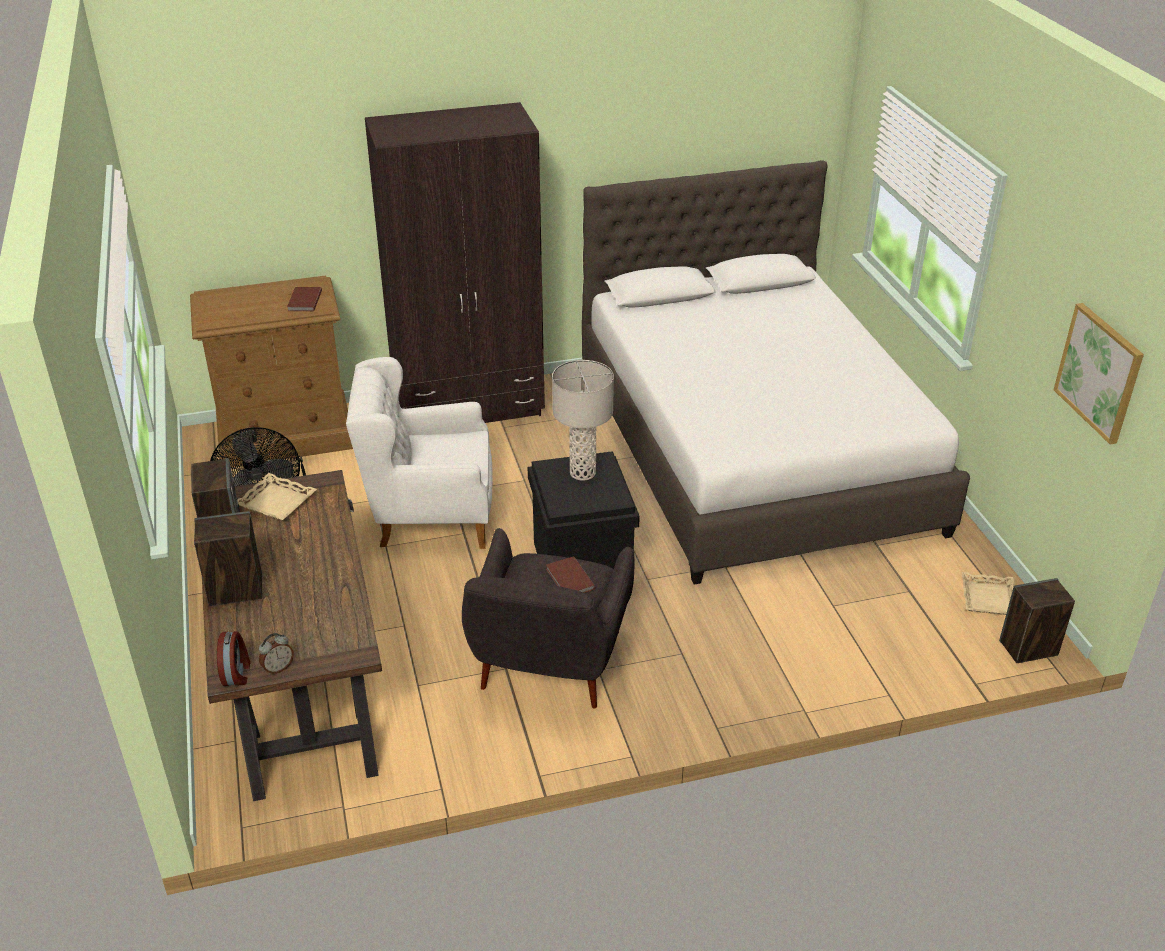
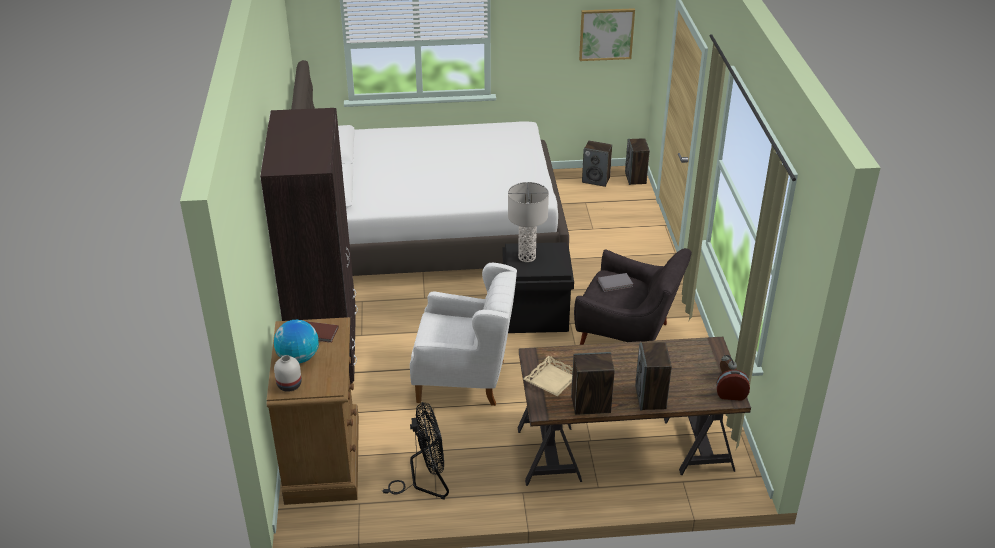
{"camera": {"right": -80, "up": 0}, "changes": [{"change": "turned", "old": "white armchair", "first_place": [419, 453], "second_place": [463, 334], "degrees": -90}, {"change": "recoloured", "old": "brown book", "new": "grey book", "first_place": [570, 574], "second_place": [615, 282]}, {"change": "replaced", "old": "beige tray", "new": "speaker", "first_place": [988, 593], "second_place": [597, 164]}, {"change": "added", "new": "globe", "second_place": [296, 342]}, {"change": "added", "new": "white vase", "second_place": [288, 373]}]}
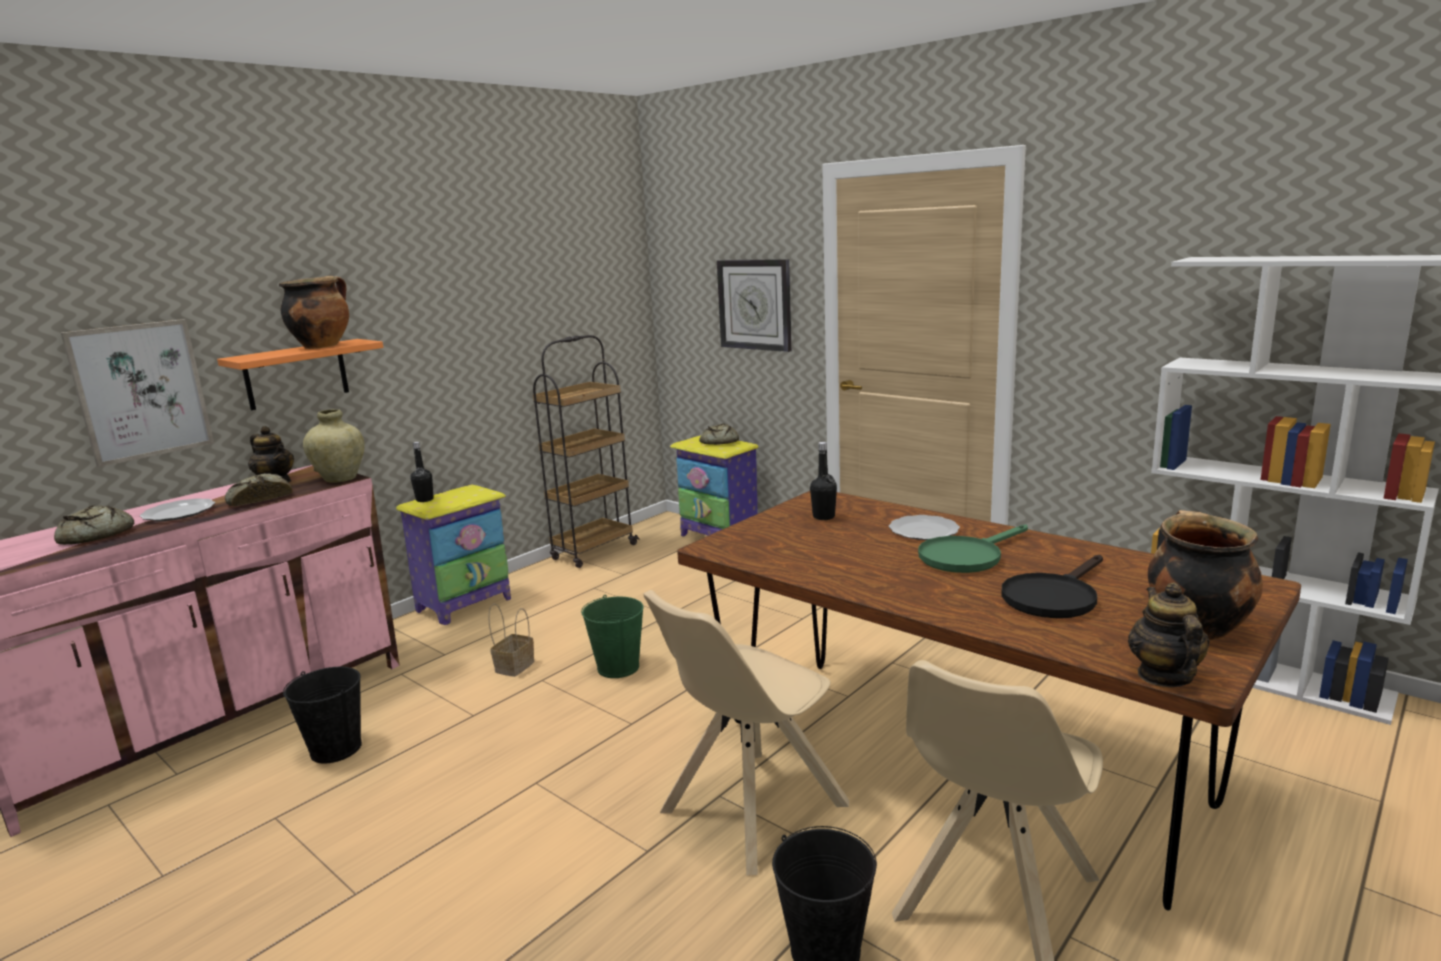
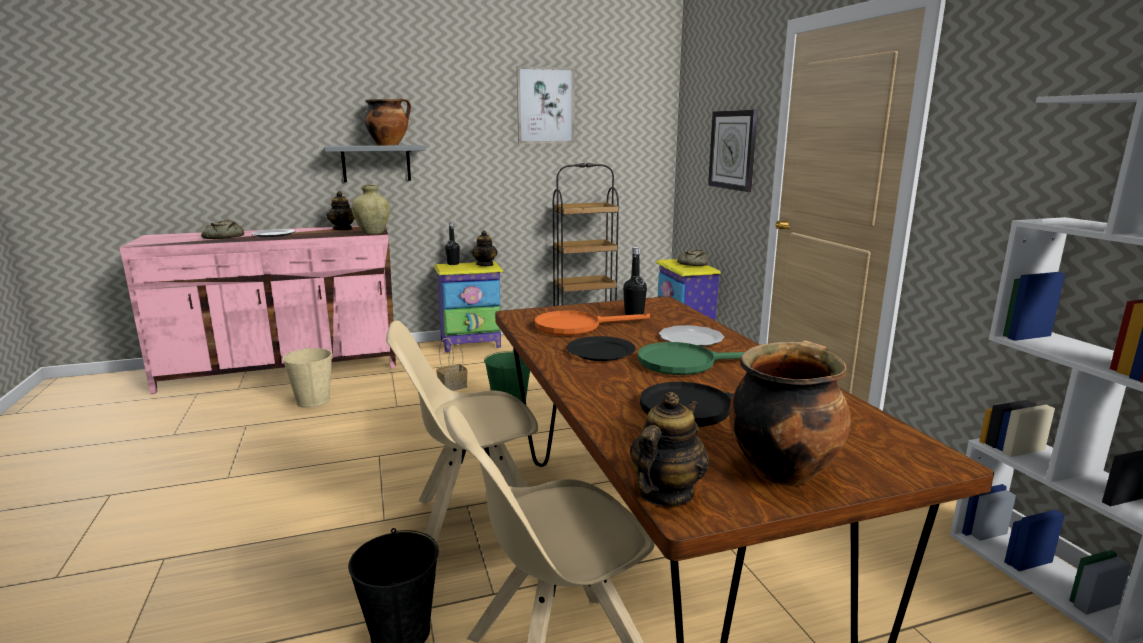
{"camera": {"right": 30, "up": 0}, "changes": [{"change": "moved", "old": "picture", "first_place": [137, 393], "second_place": [545, 105]}, {"change": "recoloured", "old": "orange shelf", "new": "grey shelf", "first_place": [300, 374], "second_place": [375, 163]}, {"change": "removed", "old": "bread", "first_place": [258, 489]}, {"change": "recoloured", "old": "black bucket", "new": "beige bucket", "first_place": [322, 715], "second_place": [307, 377]}, {"change": "added", "new": "teapot", "second_place": [484, 248]}, {"change": "added", "new": "orange frying pan", "second_place": [592, 323]}, {"change": "added", "new": "black plate", "second_place": [601, 348]}]}
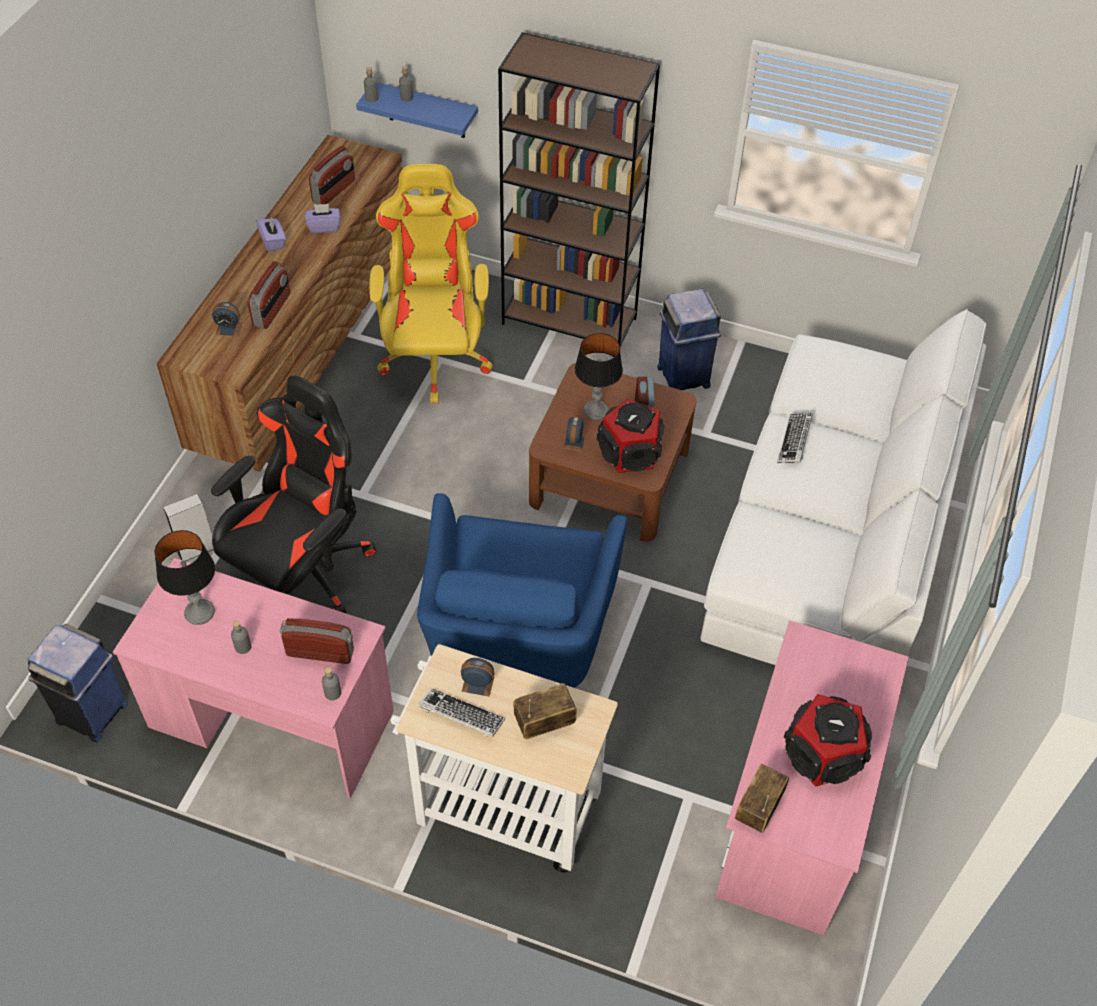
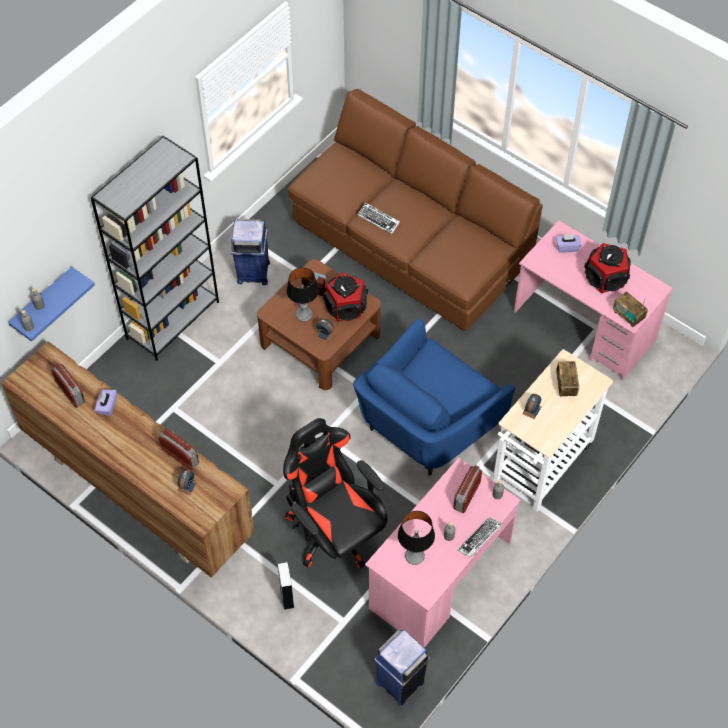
{"camera": {"right": -70, "up": 5}, "changes": [{"change": "recoloured", "old": "brown bookcase", "new": "grey bookcase", "first_place": [579, 189], "second_place": [154, 248]}, {"change": "removed", "old": "yellow office chair", "first_place": [431, 284]}, {"change": "moved", "old": "purple tissue box", "first_place": [271, 234], "second_place": [569, 243]}, {"change": "recoloured", "old": "white sofa", "new": "brown sofa", "first_place": [843, 487], "second_place": [415, 210]}, {"change": "turned", "old": "blue armchair", "first_place": [522, 590], "second_place": [434, 397], "degrees": 105}, {"change": "moved", "old": "keyboard", "first_place": [461, 712], "second_place": [479, 537]}]}
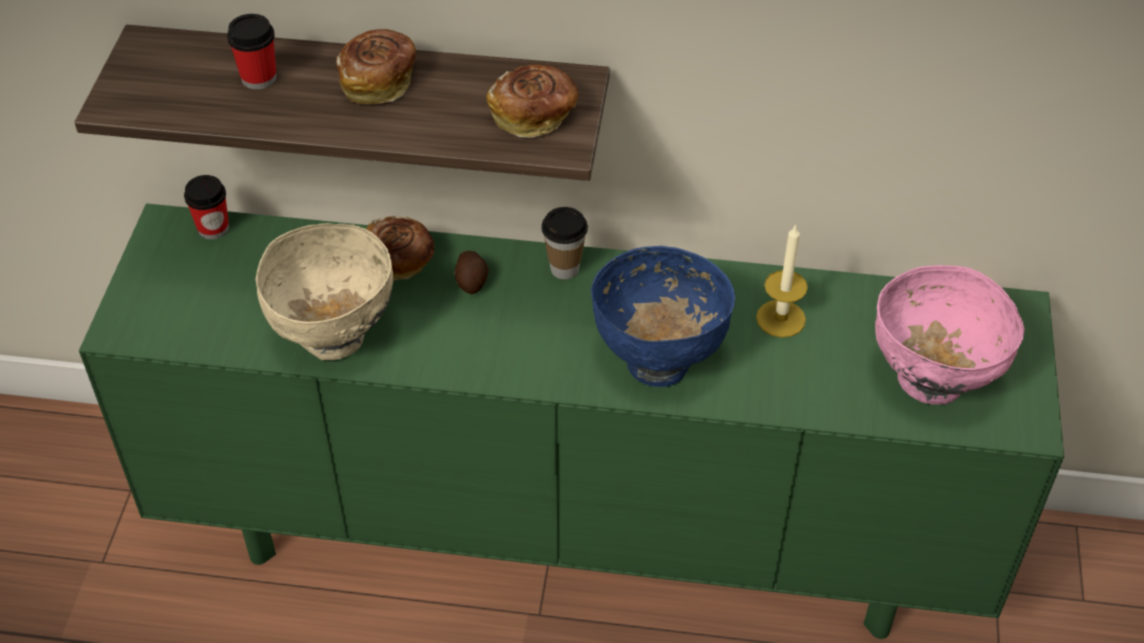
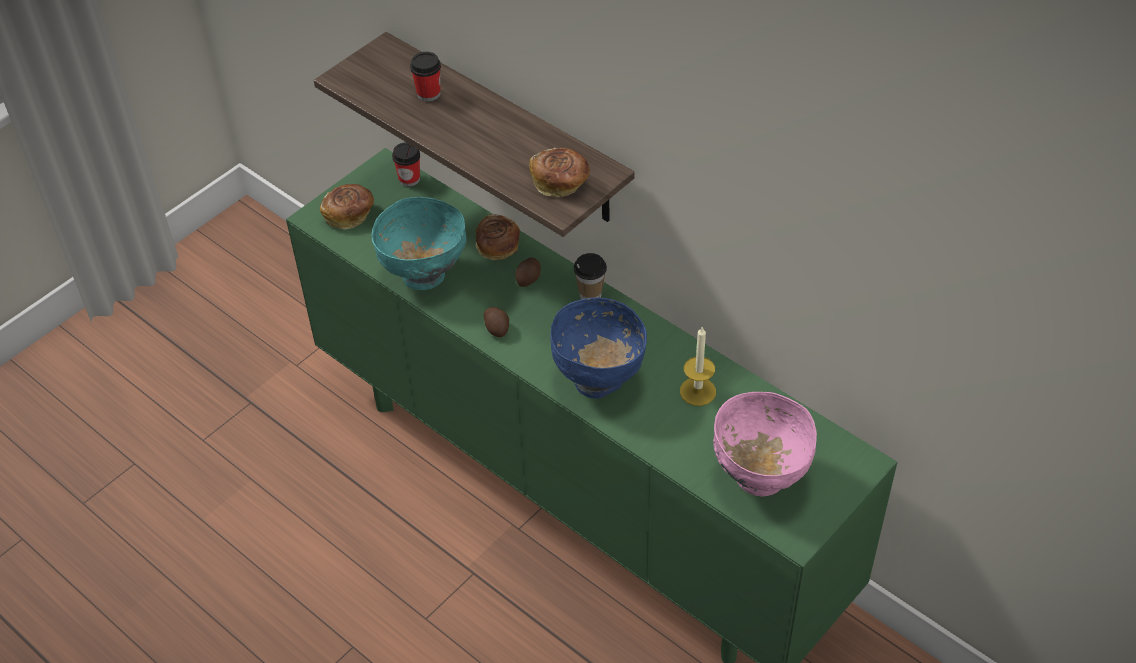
{"camera": {"right": 35, "up": 0}, "changes": [{"change": "moved", "old": "bread", "first_place": [376, 67], "second_place": [347, 206]}, {"change": "recoloured", "old": "beige bowl", "new": "turquoise bowl", "first_place": [324, 291], "second_place": [419, 243]}, {"change": "added", "new": "potato", "second_place": [496, 322]}]}
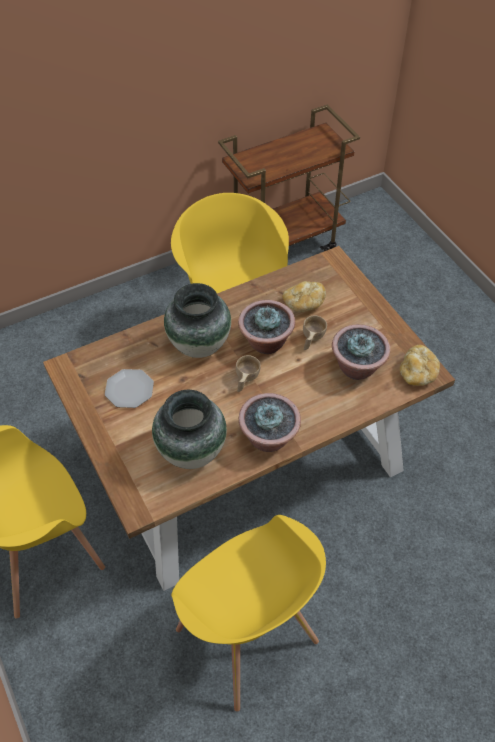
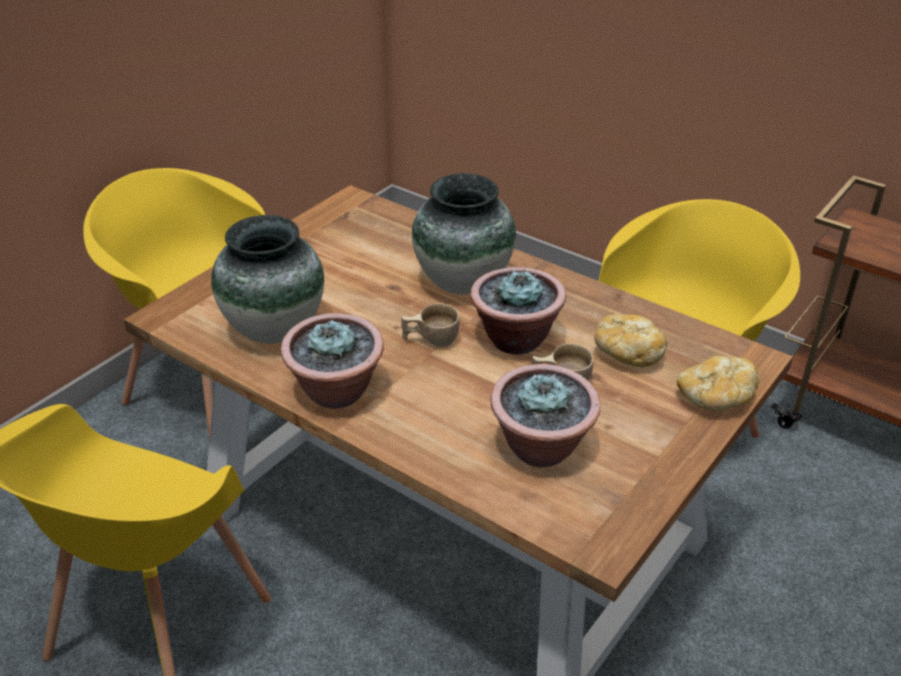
{"camera": {"right": 65, "up": -15}, "changes": [{"change": "moved", "old": "bread", "first_place": [420, 365], "second_place": [718, 383]}, {"change": "removed", "old": "plate", "first_place": [129, 388]}]}
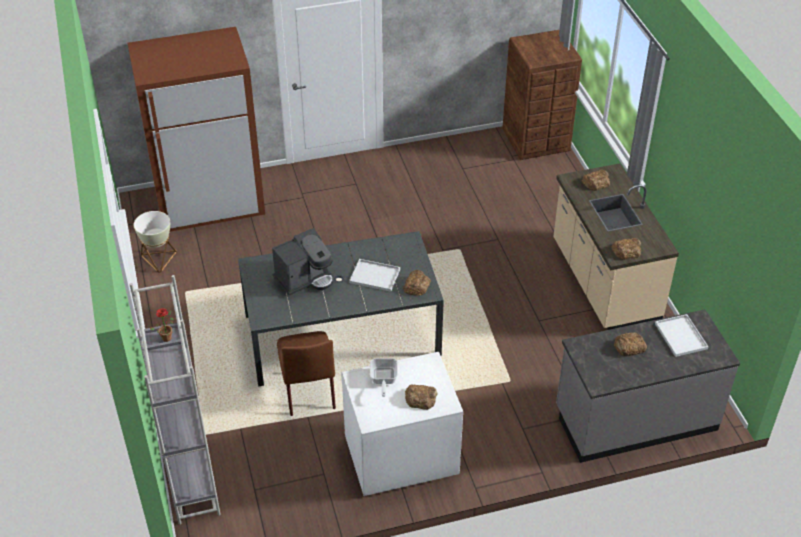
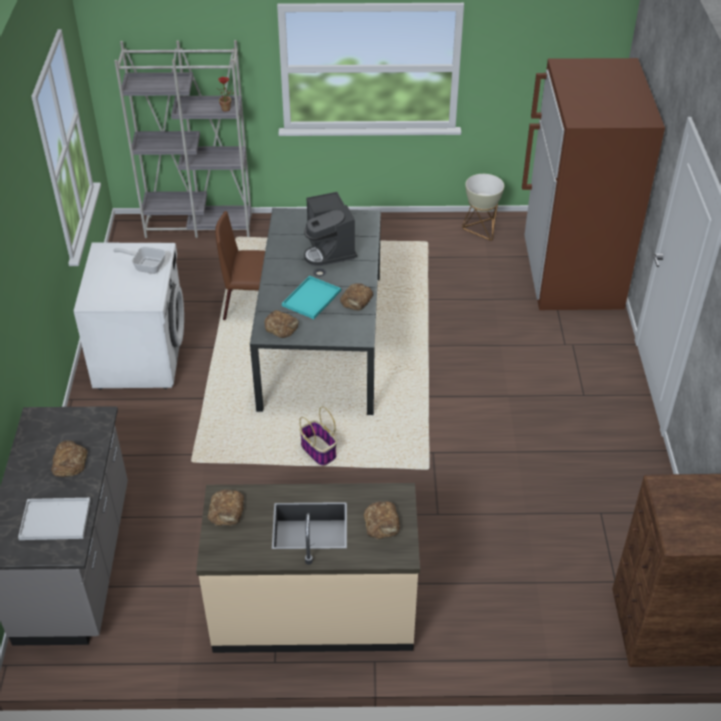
{"camera": {"right": 105, "up": 0}, "changes": [{"change": "recoloured", "old": "white tray", "new": "turquoise tray", "first_place": [374, 275], "second_place": [311, 297]}, {"change": "moved", "old": "bread", "first_place": [421, 397], "second_place": [356, 297]}, {"change": "added", "new": "basket", "second_place": [318, 436]}]}
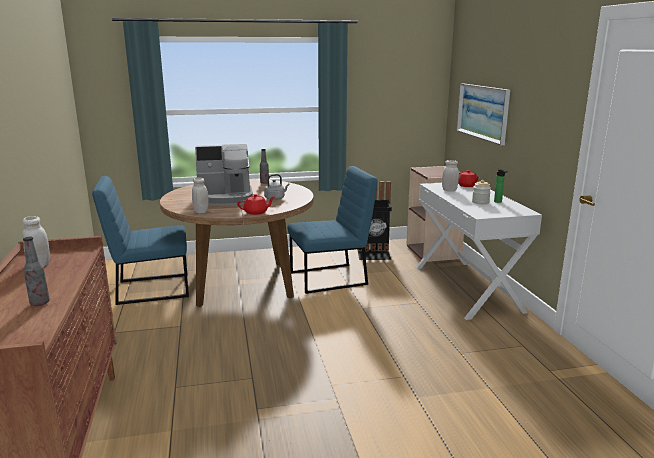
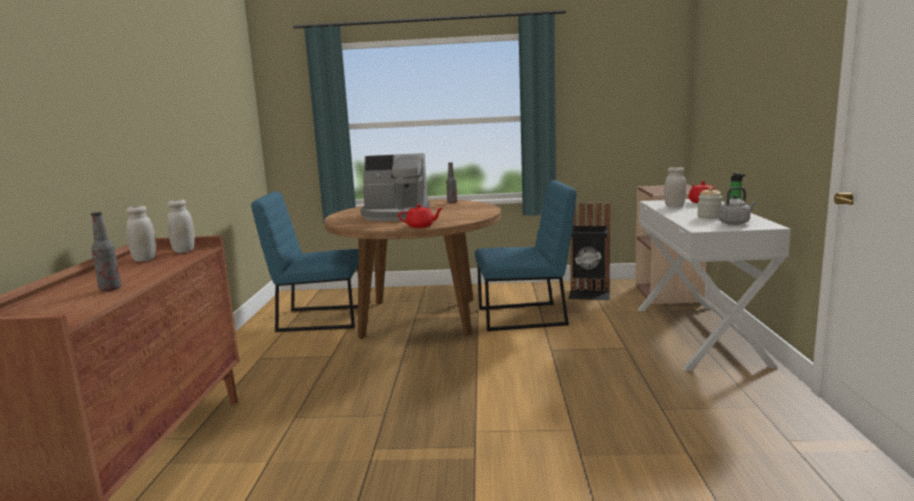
{"camera": {"right": 15, "up": -5}, "changes": [{"change": "removed", "old": "picture", "first_place": [483, 114]}, {"change": "moved", "old": "grey kettle", "first_place": [276, 187], "second_place": [737, 206]}, {"change": "moved", "old": "white jar", "first_place": [200, 195], "second_place": [181, 226]}]}
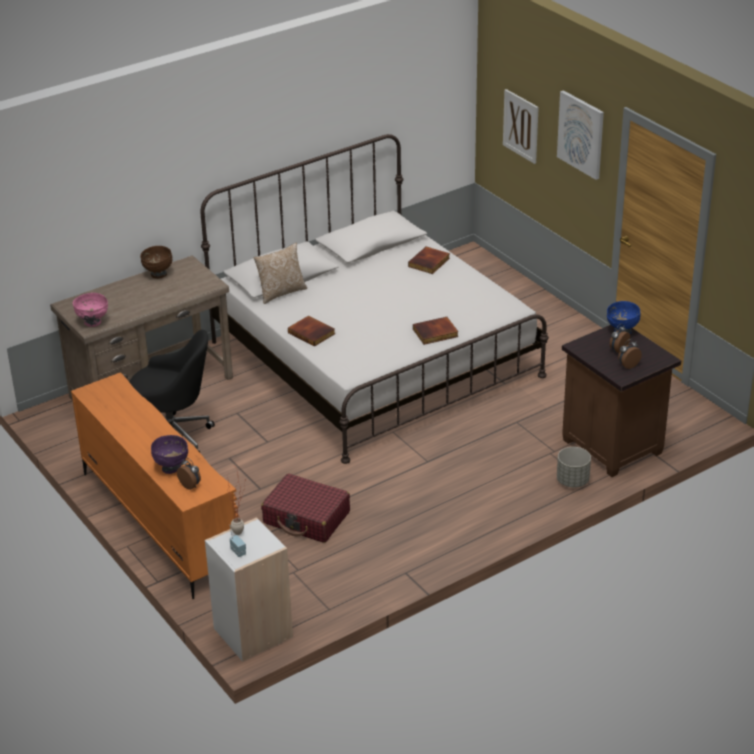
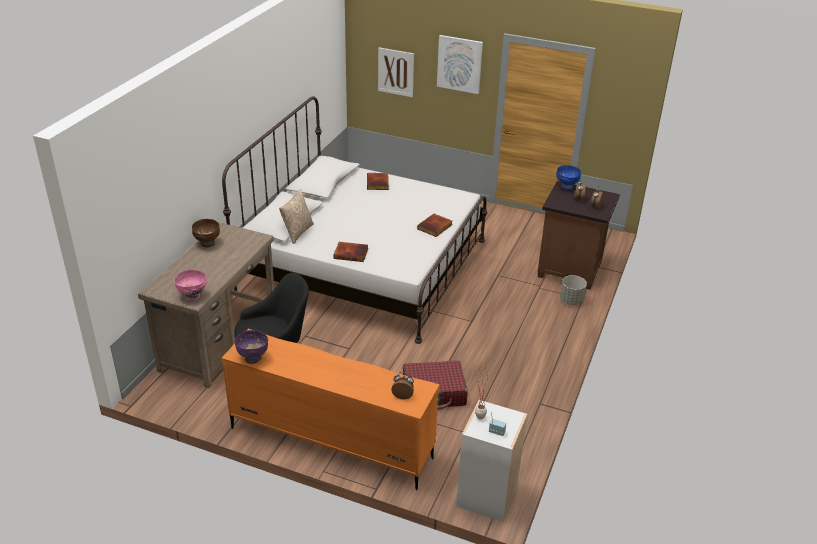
{"camera": {"right": -35, "up": 0}, "changes": [{"change": "moved", "old": "purple bowl", "first_place": [169, 454], "second_place": [251, 347]}]}
